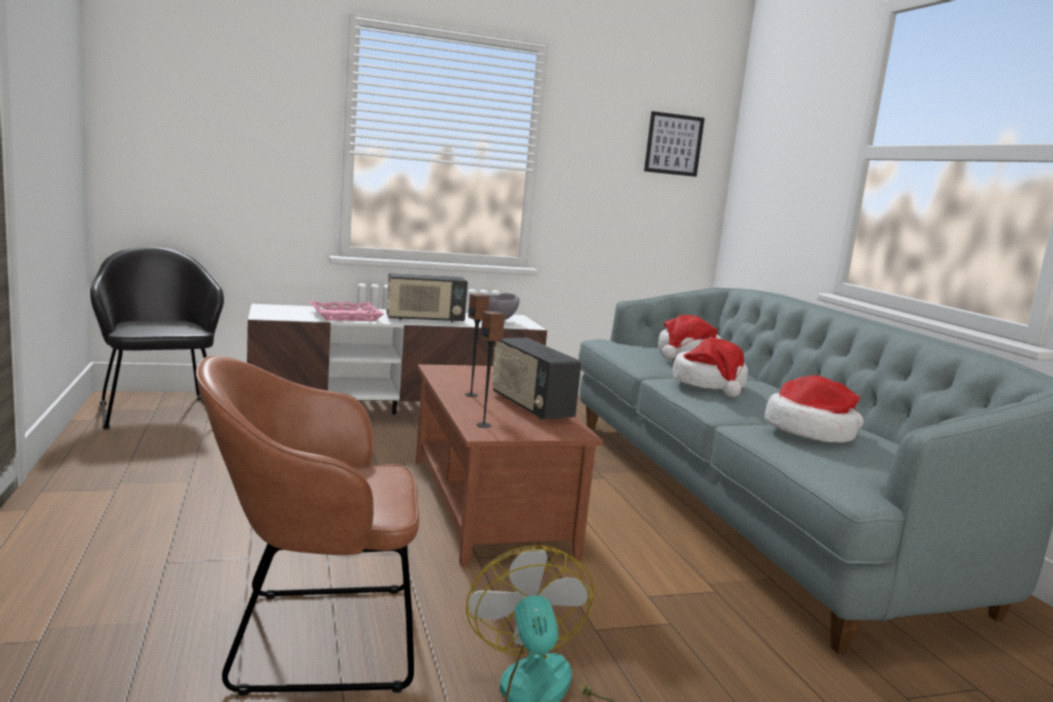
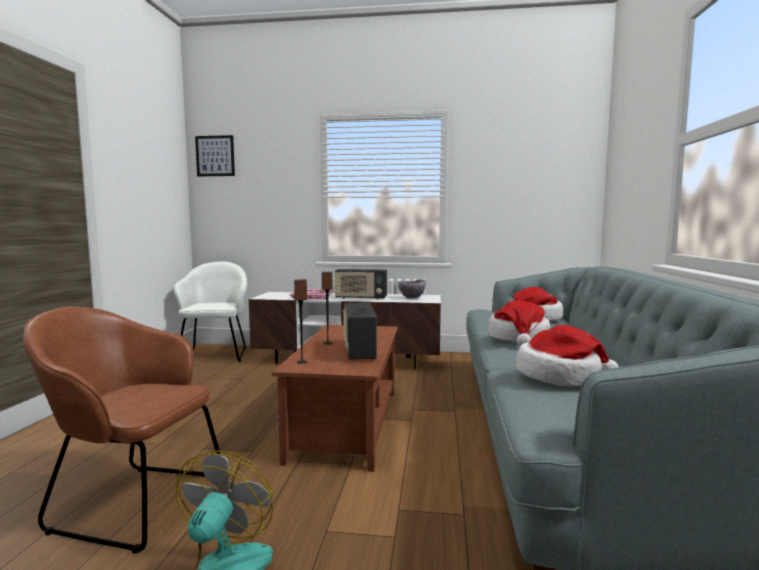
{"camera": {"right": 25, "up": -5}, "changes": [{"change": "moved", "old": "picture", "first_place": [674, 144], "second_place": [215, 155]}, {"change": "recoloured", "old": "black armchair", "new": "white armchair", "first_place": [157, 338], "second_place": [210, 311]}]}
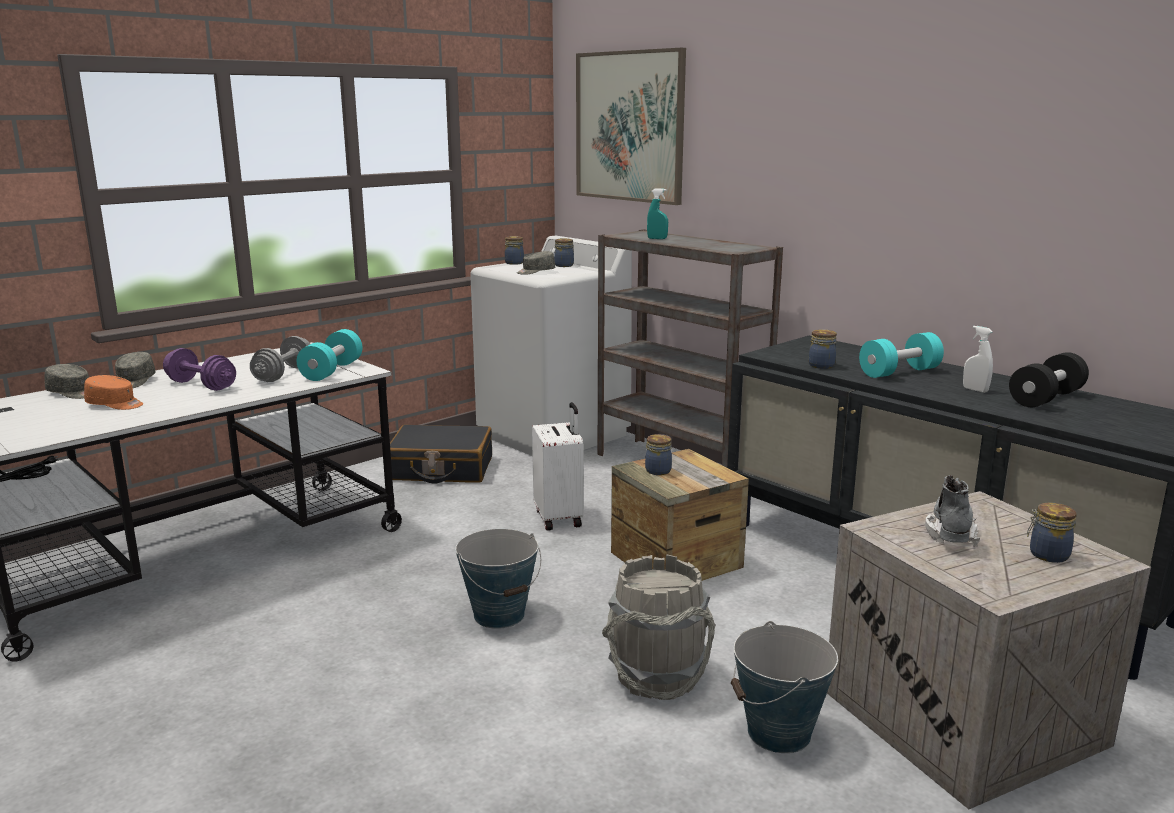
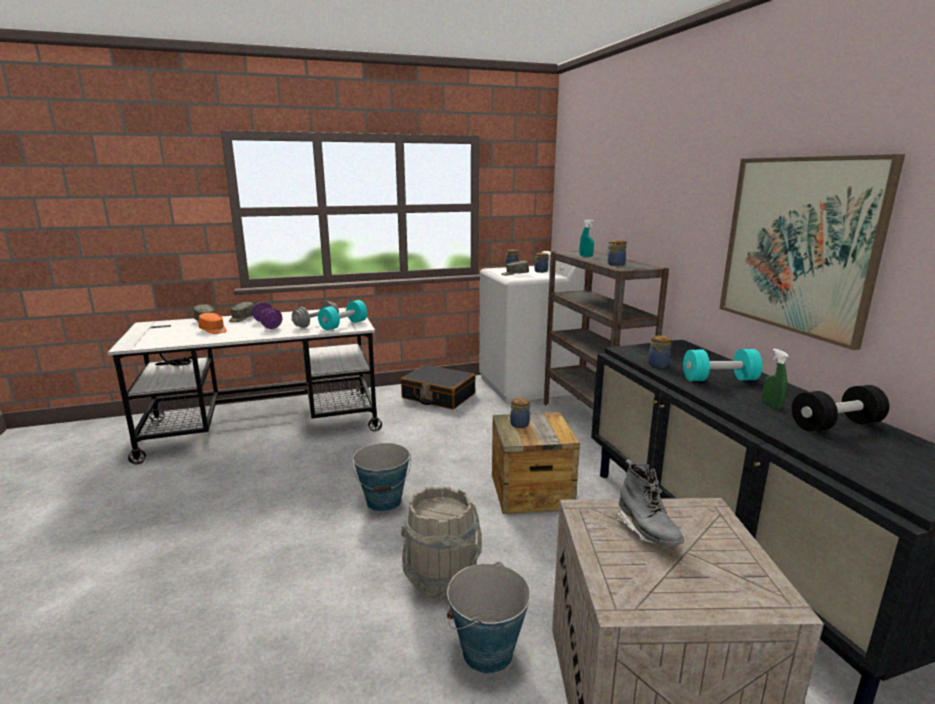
{"camera": {"right": 25, "up": 0}, "changes": [{"change": "moved", "old": "picture", "first_place": [631, 126], "second_place": [812, 252]}, {"change": "recoloured", "old": "white spray bottle", "new": "green spray bottle", "first_place": [978, 359], "second_place": [775, 379]}, {"change": "removed", "old": "white suitcase", "first_place": [557, 466]}, {"change": "turned", "old": "grey boot", "first_place": [952, 511], "second_place": [650, 502], "degrees": 120}, {"change": "moved", "old": "jar", "first_place": [1052, 533], "second_place": [617, 253]}]}
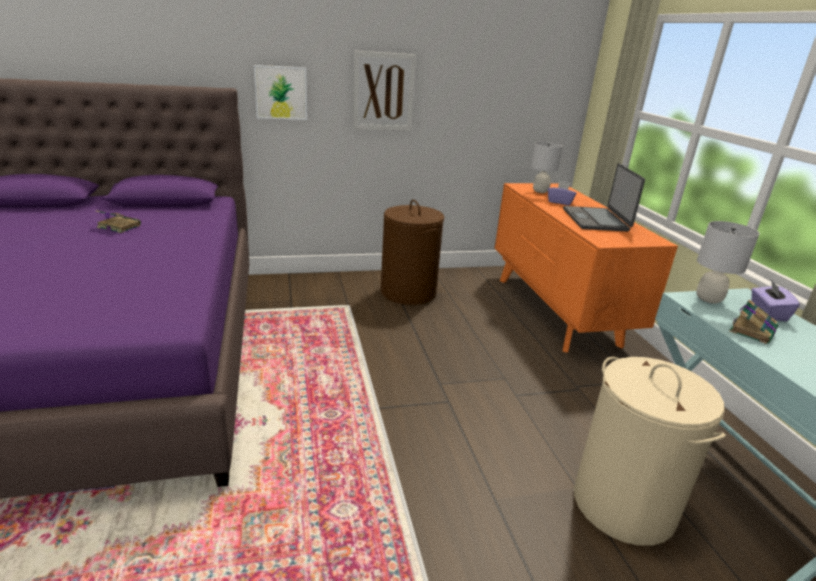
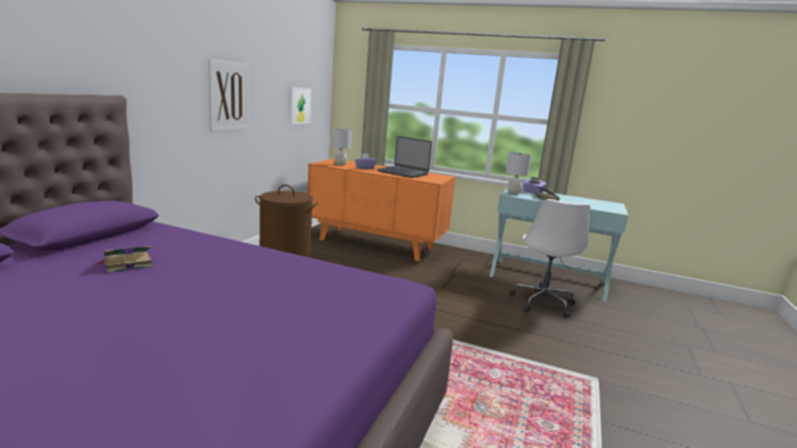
{"camera": {"right": -55, "up": -10}, "changes": [{"change": "moved", "old": "picture", "first_place": [280, 92], "second_place": [300, 105]}, {"change": "replaced", "old": "beige laundry basket", "new": "white office chair", "first_place": [650, 451], "second_place": [549, 258]}]}
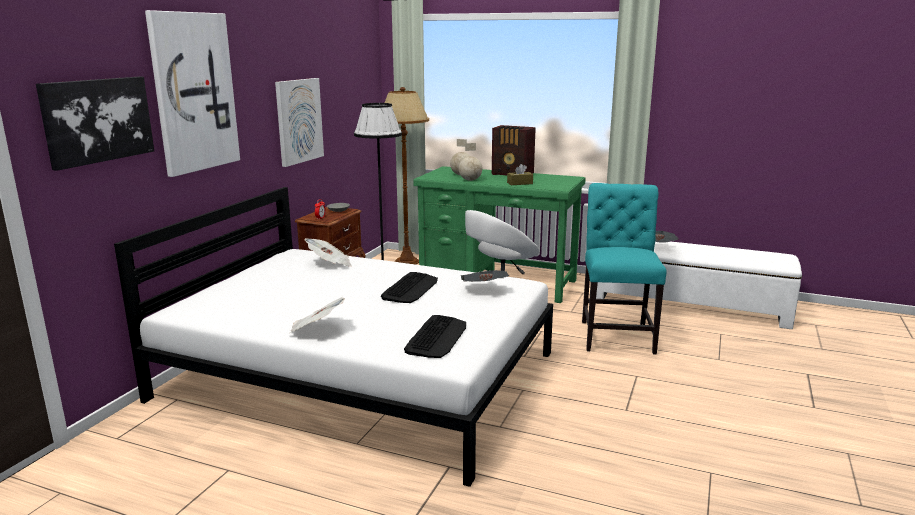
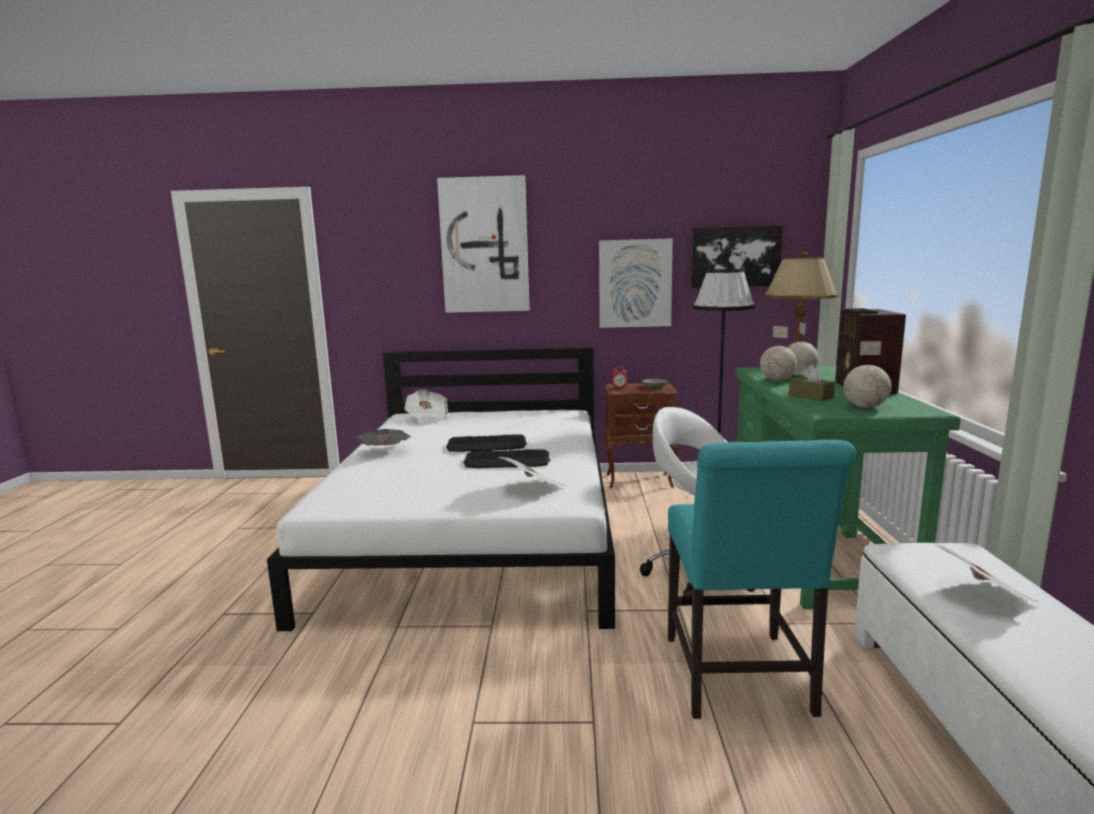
{"camera": {"right": 70, "up": -5}, "changes": [{"change": "moved", "old": "picture", "first_place": [95, 123], "second_place": [737, 256]}, {"change": "turned", "old": "turquoise chair", "first_place": [624, 269], "second_place": [762, 579], "degrees": 105}, {"change": "moved", "old": "newspaper", "first_place": [328, 252], "second_place": [426, 407]}, {"change": "moved", "old": "keyboard", "first_place": [435, 336], "second_place": [486, 443]}, {"change": "added", "new": "globe", "second_place": [867, 374]}]}
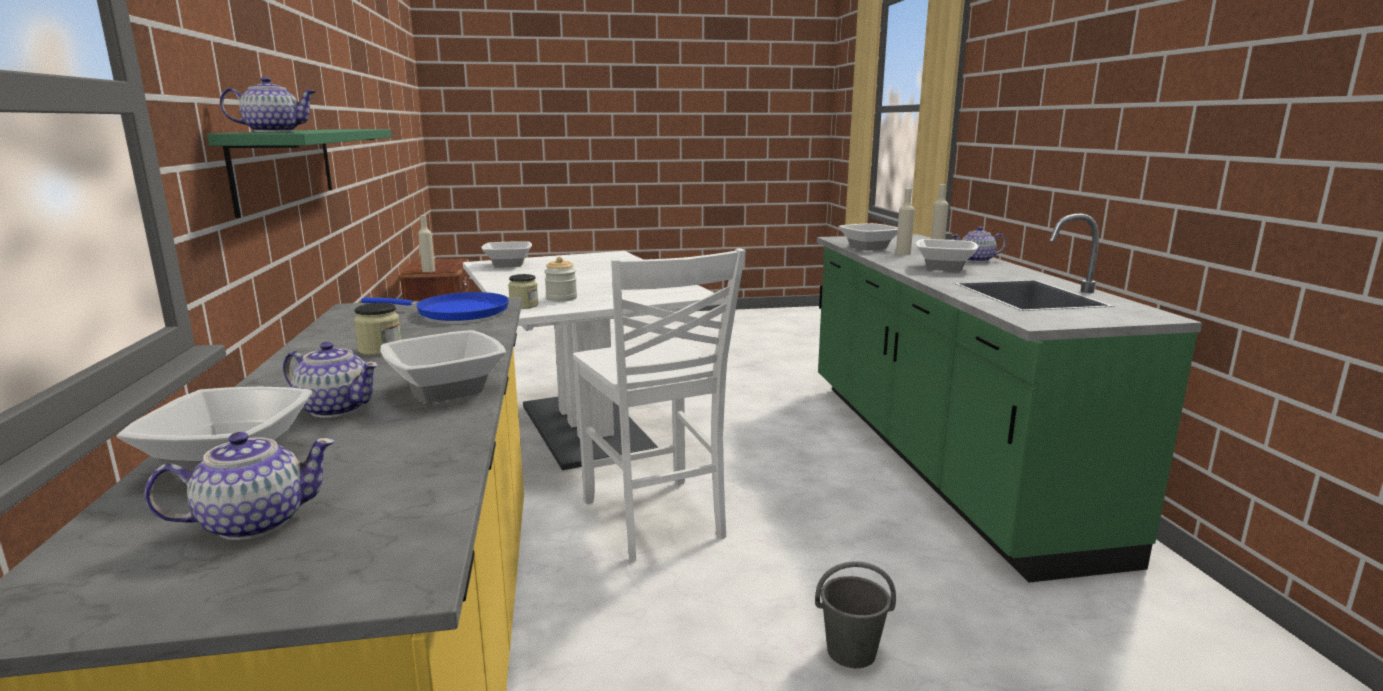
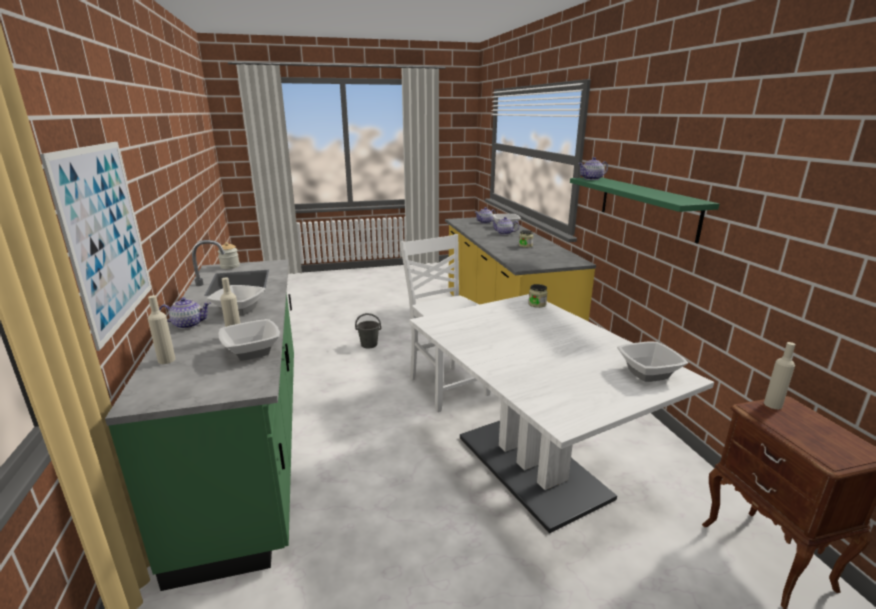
{"camera": {"right": 175, "up": 5}, "changes": [{"change": "moved", "old": "jar", "first_place": [560, 279], "second_place": [229, 255]}, {"change": "removed", "old": "blue frying pan", "first_place": [435, 306]}, {"change": "removed", "old": "bowl", "first_place": [443, 366]}, {"change": "added", "new": "picture", "second_place": [96, 246]}]}
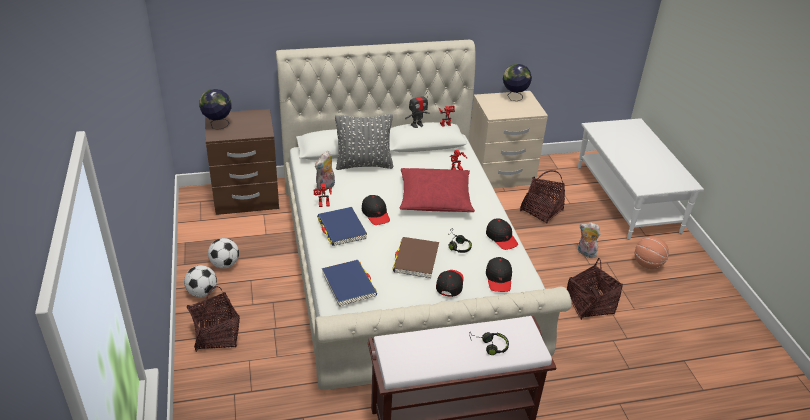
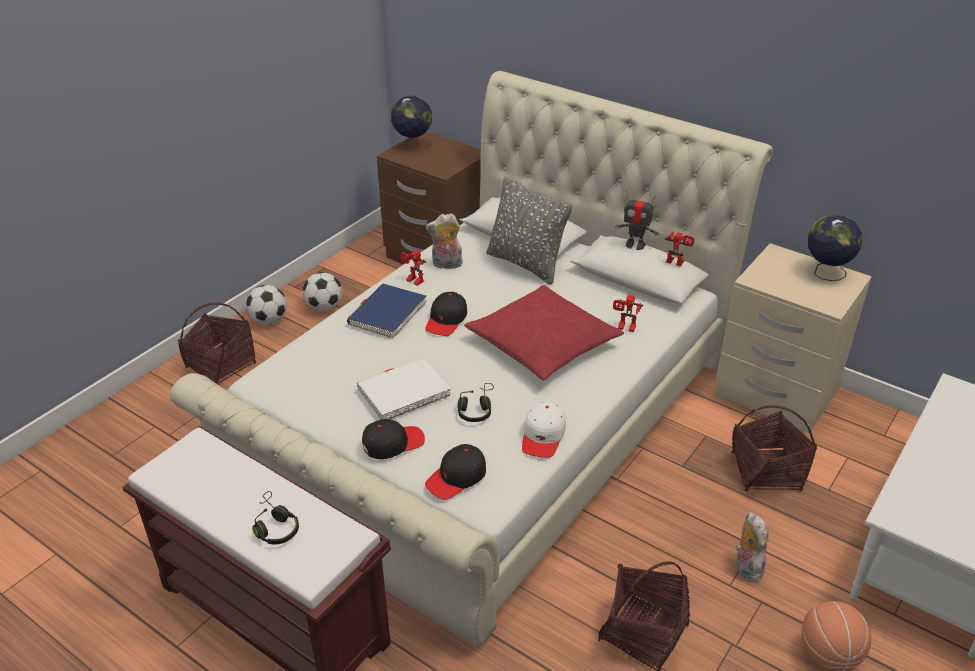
{"camera": {"right": 50, "up": 0}, "changes": [{"change": "recoloured", "old": "black cap", "new": "white cap", "first_place": [502, 234], "second_place": [544, 430]}, {"change": "recoloured", "old": "brown book", "new": "white book", "first_place": [416, 258], "second_place": [404, 388]}, {"change": "removed", "old": "blue book", "first_place": [349, 283]}]}
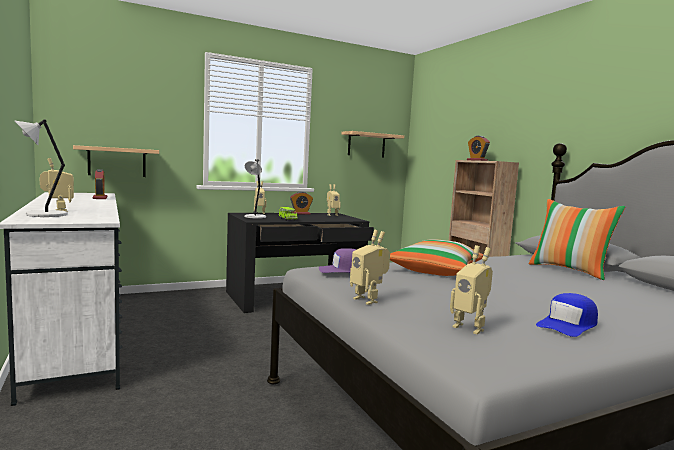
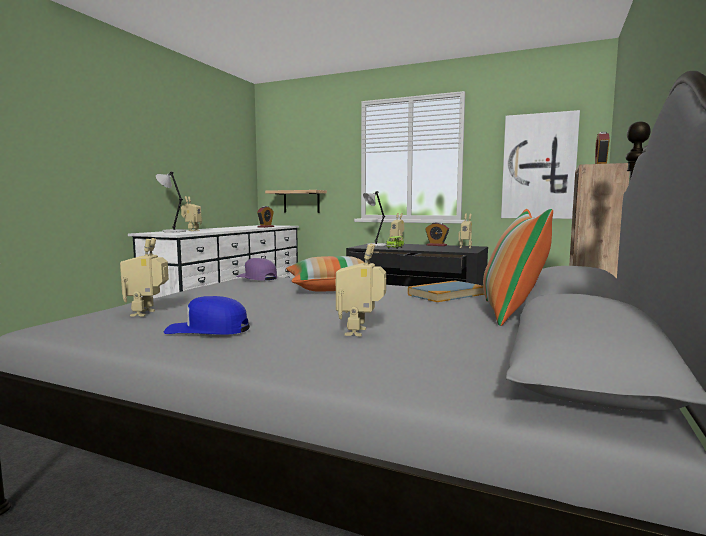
{"camera": {"right": 50, "up": 0}, "changes": [{"change": "replaced", "old": "shelf", "new": "picture", "first_place": [372, 144], "second_place": [540, 164]}, {"change": "moved", "old": "toy robot", "first_place": [370, 267], "second_place": [360, 289]}, {"change": "added", "new": "book", "second_place": [446, 291]}]}
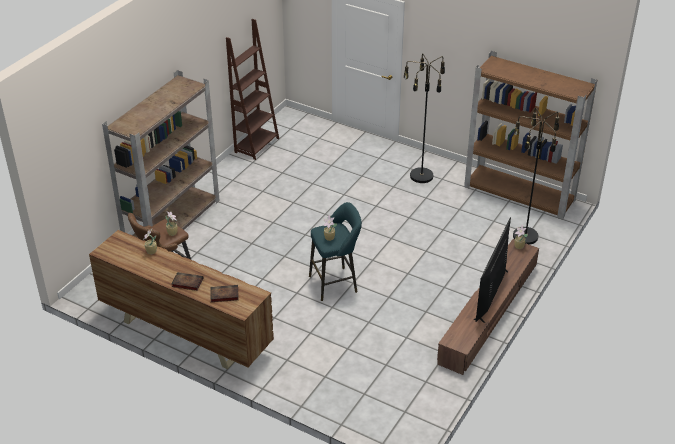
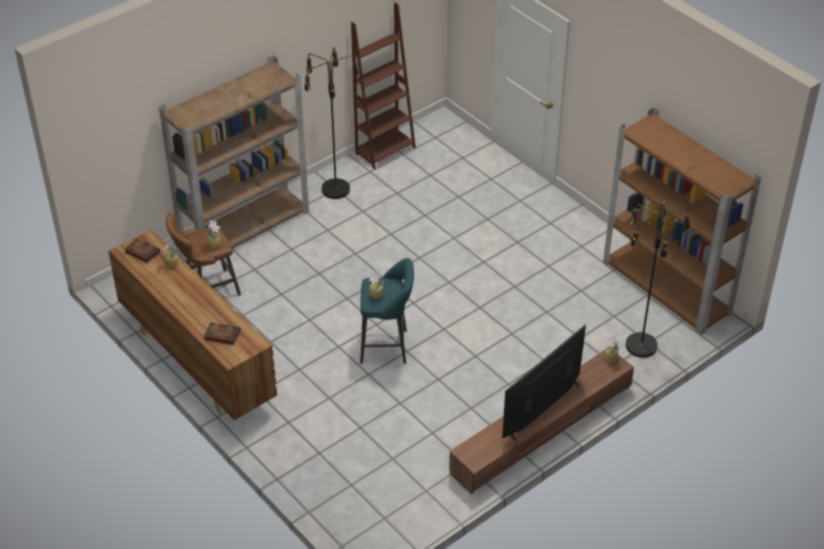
{"camera": {"right": 20, "up": 5}, "changes": [{"change": "moved", "old": "floor lamp", "first_place": [424, 118], "second_place": [331, 123]}, {"change": "moved", "old": "book", "first_place": [187, 281], "second_place": [142, 250]}]}
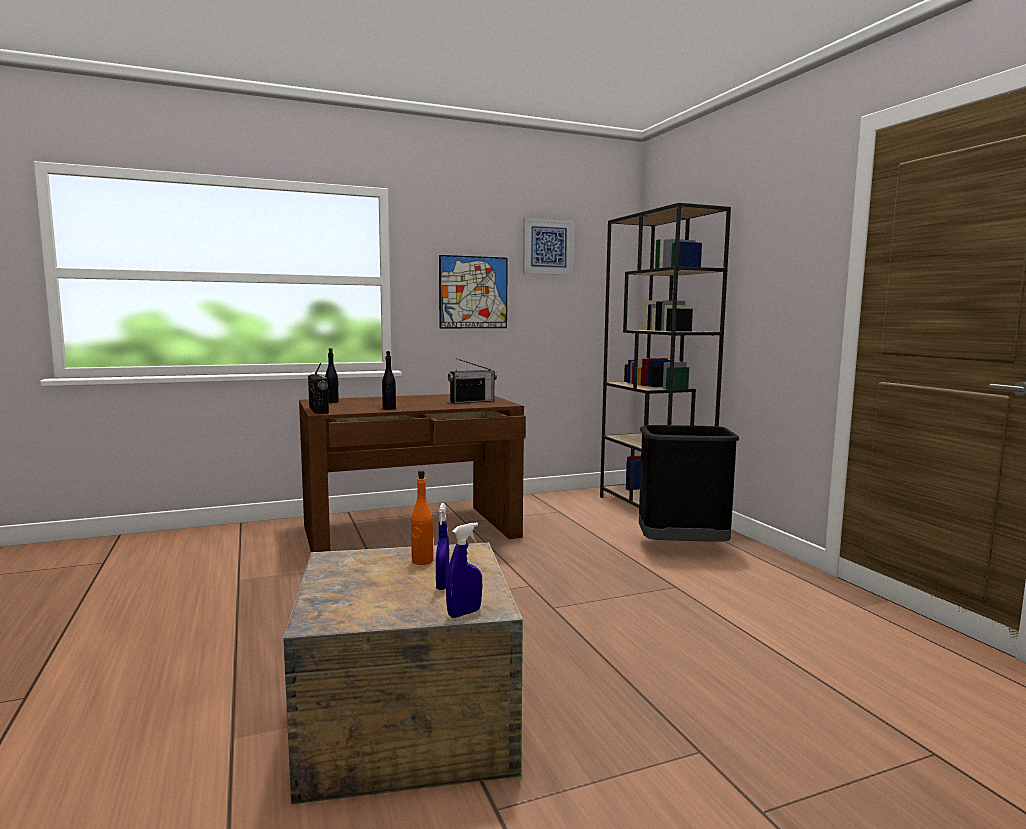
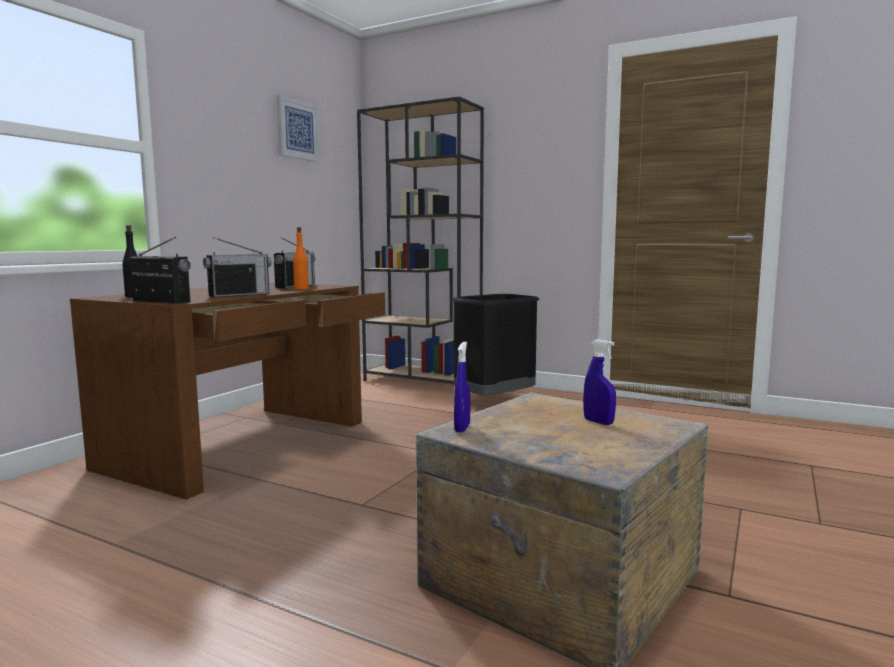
{"camera": {"right": -40, "up": 0}, "changes": [{"change": "removed", "old": "picture", "first_place": [473, 291]}, {"change": "replaced", "old": "black bottle", "new": "radio", "first_place": [389, 380], "second_place": [237, 267]}, {"change": "moved", "old": "orange bottle", "first_place": [422, 517], "second_place": [301, 258]}, {"change": "moved", "old": "blue spray bottle", "first_place": [464, 570], "second_place": [462, 386]}]}
